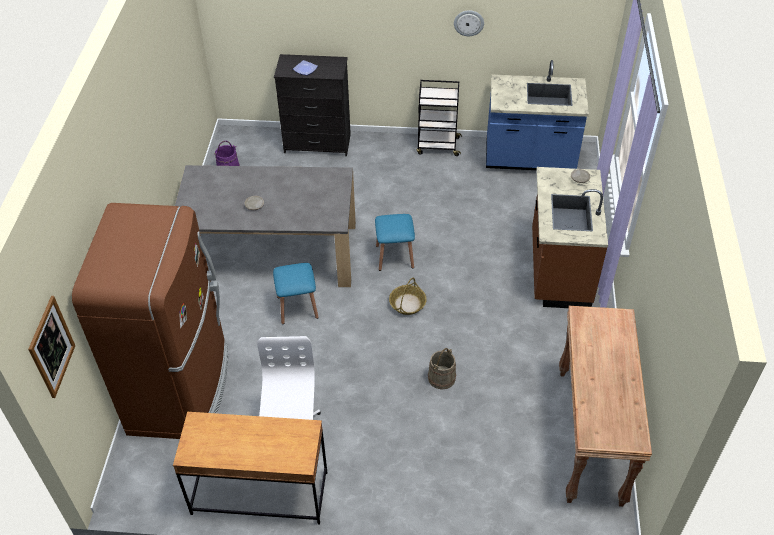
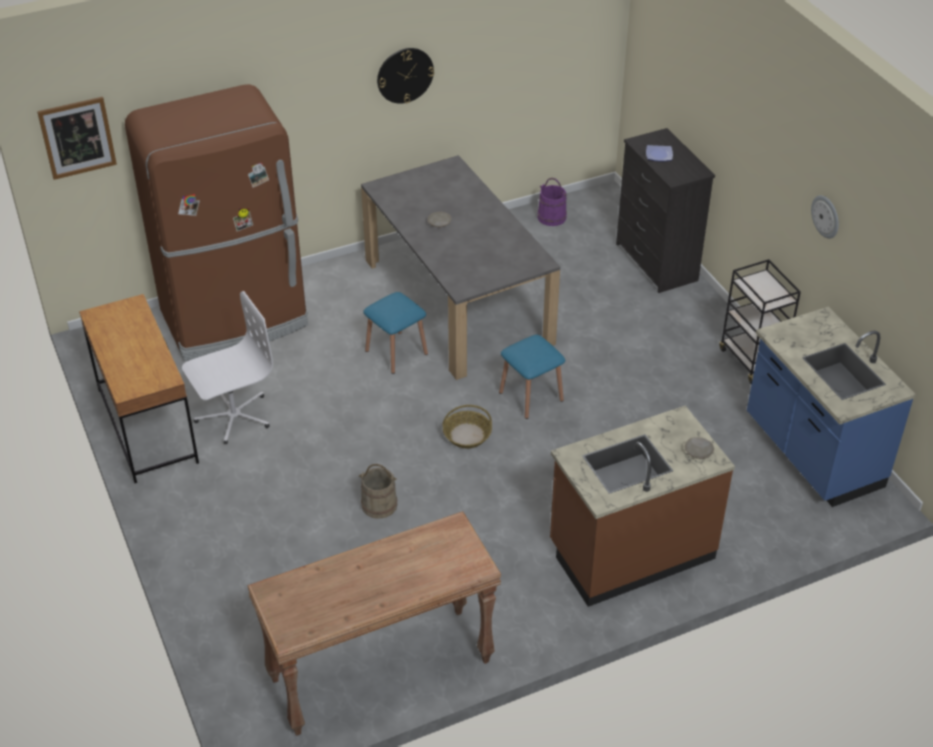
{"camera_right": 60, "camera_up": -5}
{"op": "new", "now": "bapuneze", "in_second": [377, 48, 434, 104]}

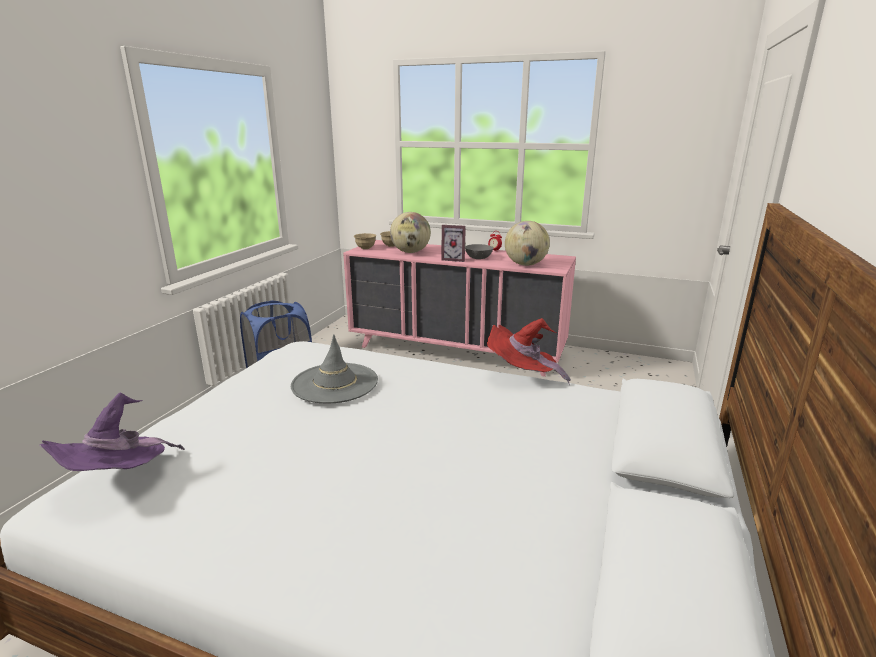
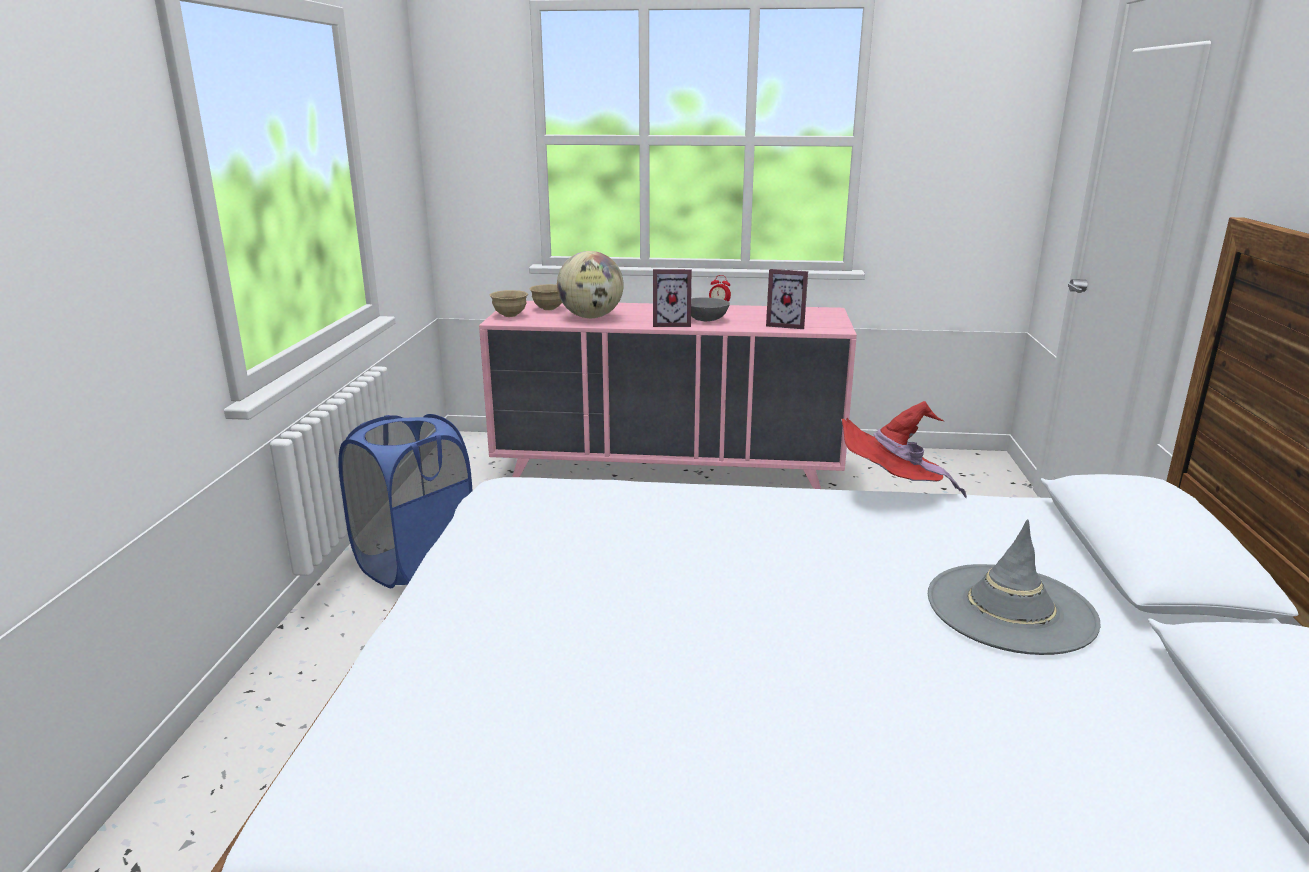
{"camera_right": -15, "camera_up": 0}
{"op": "swapped", "was": "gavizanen", "now": "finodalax", "in_first": [505, 221, 550, 266], "in_second": [766, 269, 808, 329]}
{"op": "shifted", "was": "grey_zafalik", "in_first": [291, 334, 378, 403], "in_second": [928, 519, 1100, 655]}
{"op": "gone", "was": "purple_zafalik", "in_first": [39, 393, 185, 471]}

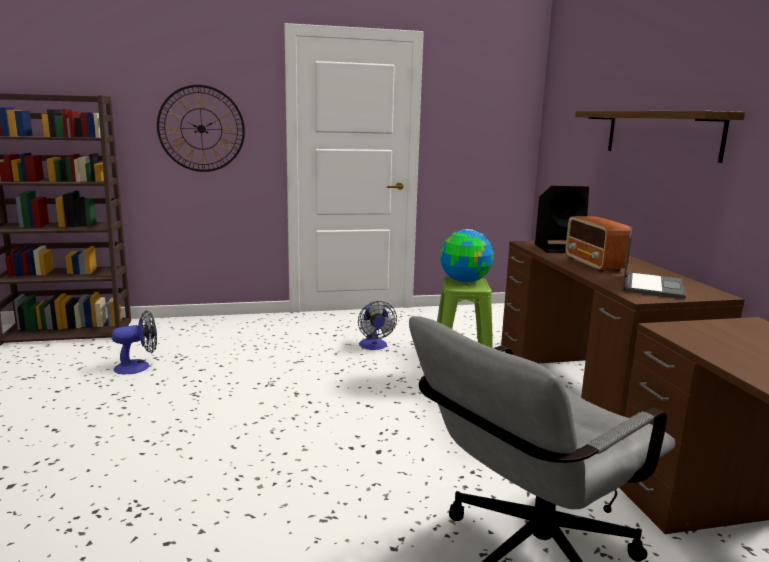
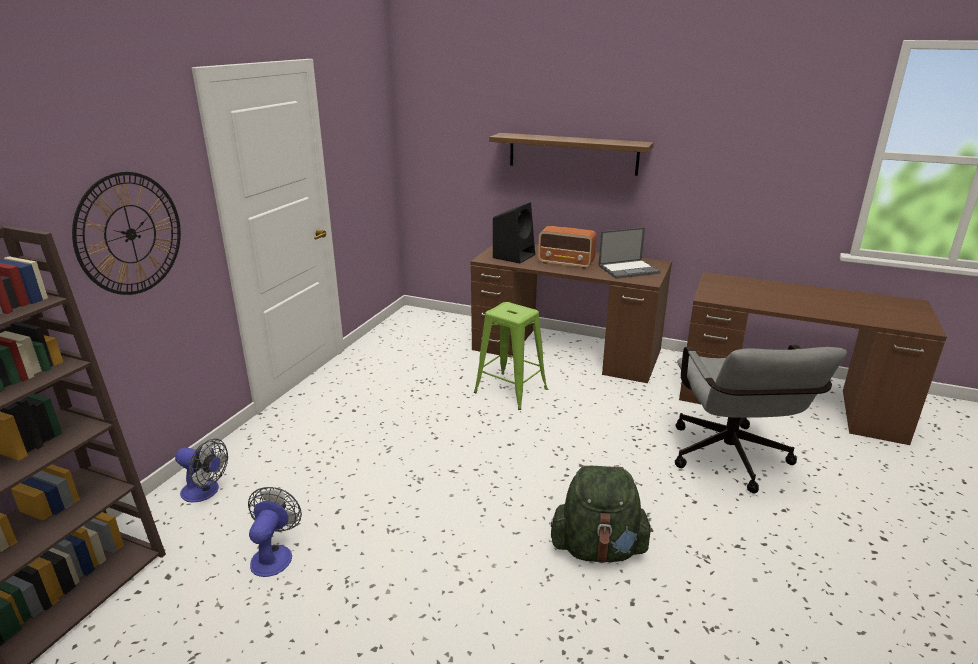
{"camera_right": -55, "camera_up": 10}
{"op": "rotated", "was": "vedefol", "in_first": [622, 226, 686, 299], "in_second": [598, 227, 661, 279], "clockwise": 105}
{"op": "gone", "was": "gavizanen", "in_first": [440, 229, 494, 283]}
{"op": "shifted", "was": "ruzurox", "in_first": [358, 301, 397, 350], "in_second": [175, 438, 228, 502]}
{"op": "new", "now": "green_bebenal", "in_second": [551, 466, 653, 563]}

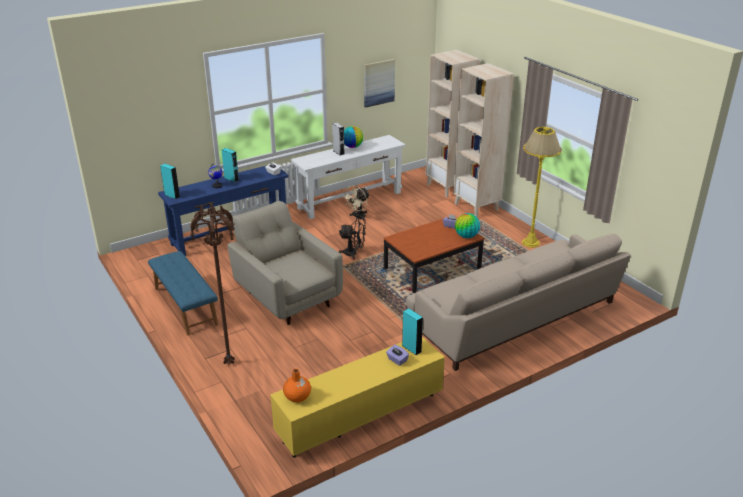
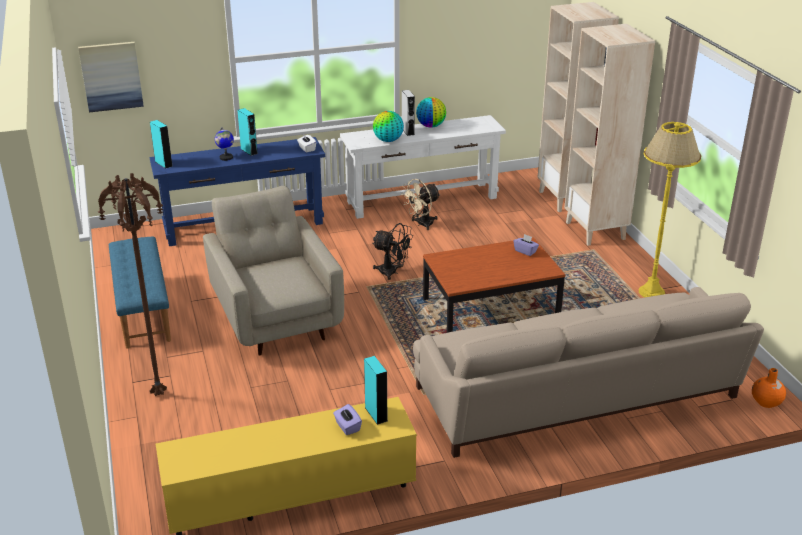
{"camera_right": 15, "camera_up": 0}
{"op": "shifted", "was": "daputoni", "in_first": [364, 59, 395, 107], "in_second": [78, 42, 144, 112]}
{"op": "shifted", "was": "gavizanen", "in_first": [455, 213, 480, 238], "in_second": [373, 111, 404, 142]}
{"op": "shifted", "was": "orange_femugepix", "in_first": [283, 369, 311, 403], "in_second": [752, 368, 786, 408]}

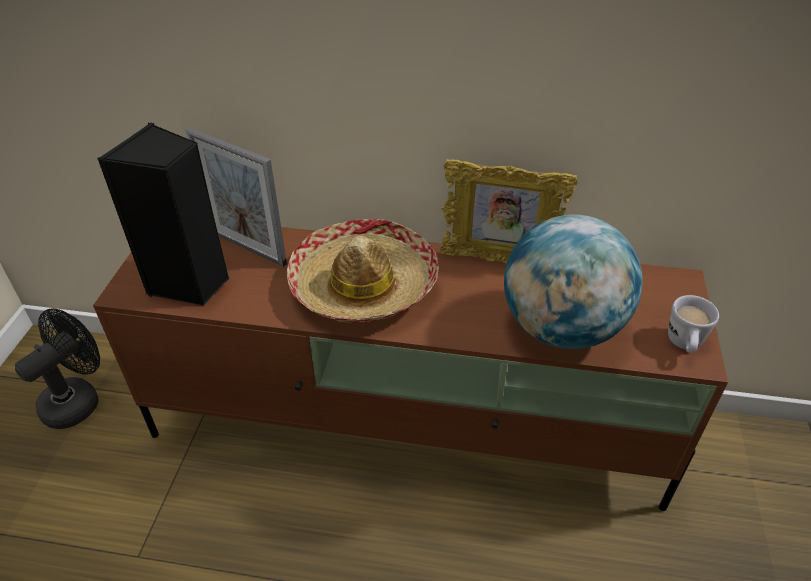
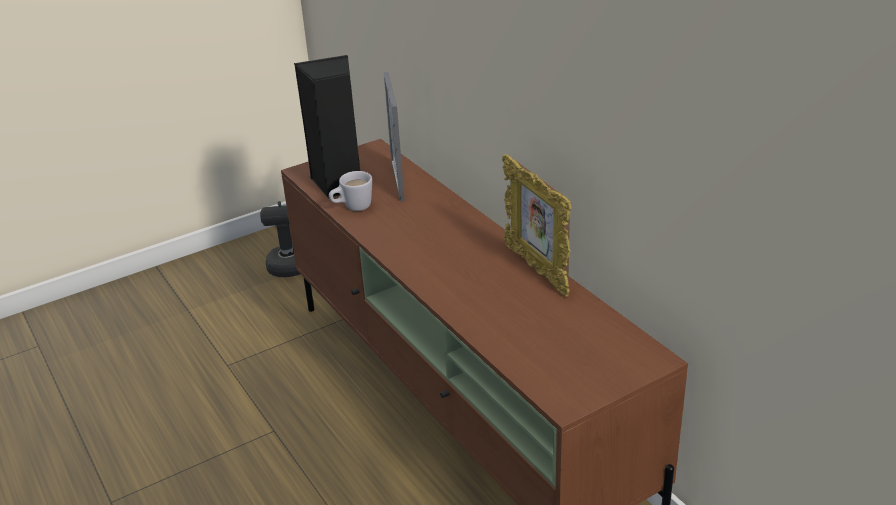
{"camera_right": 50, "camera_up": -10}
{"op": "gone", "was": "gavizanen", "in_first": [504, 214, 643, 349]}
{"op": "gone", "was": "zafalik", "in_first": [287, 219, 439, 323]}
{"op": "shifted", "was": "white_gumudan", "in_first": [668, 295, 719, 353], "in_second": [329, 171, 372, 211]}

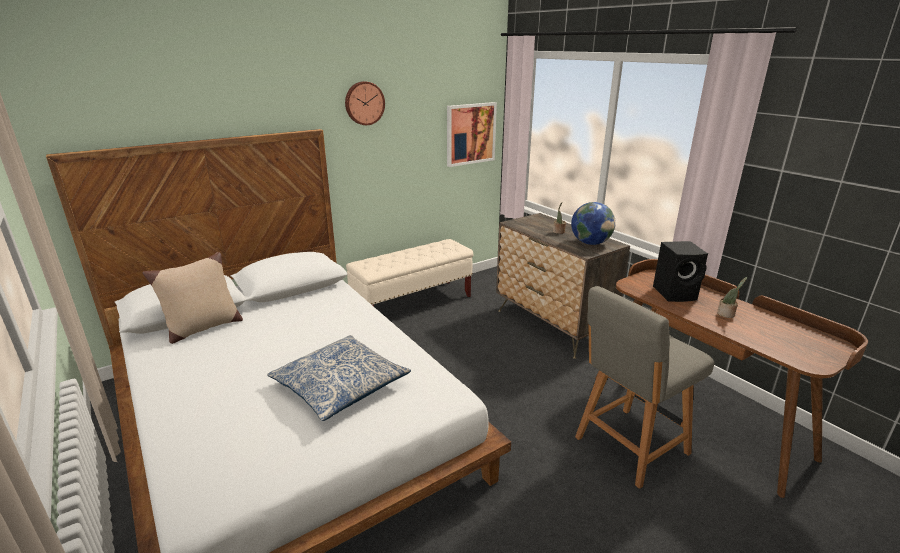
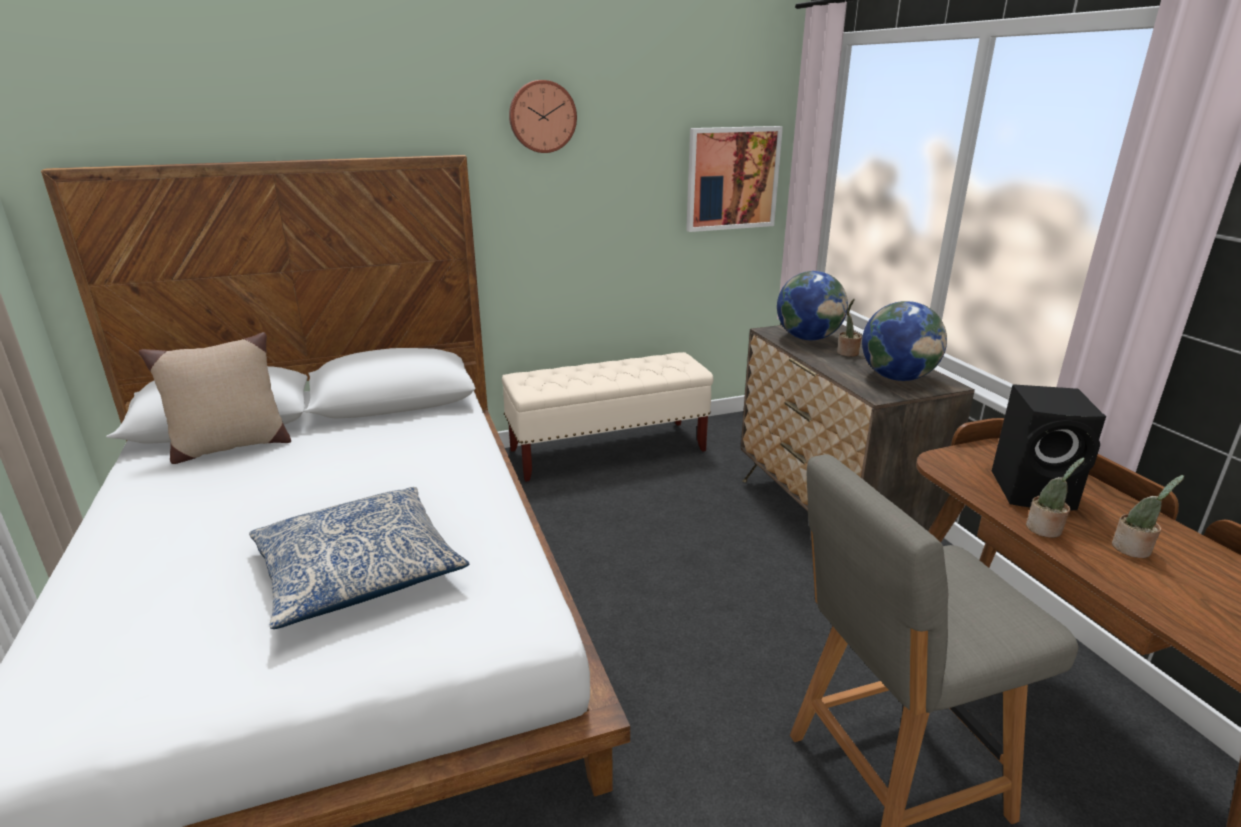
{"camera_right": 15, "camera_up": 0}
{"op": "new", "now": "gavizanen", "in_second": [777, 271, 848, 340]}
{"op": "new", "now": "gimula", "in_second": [1026, 457, 1085, 538]}

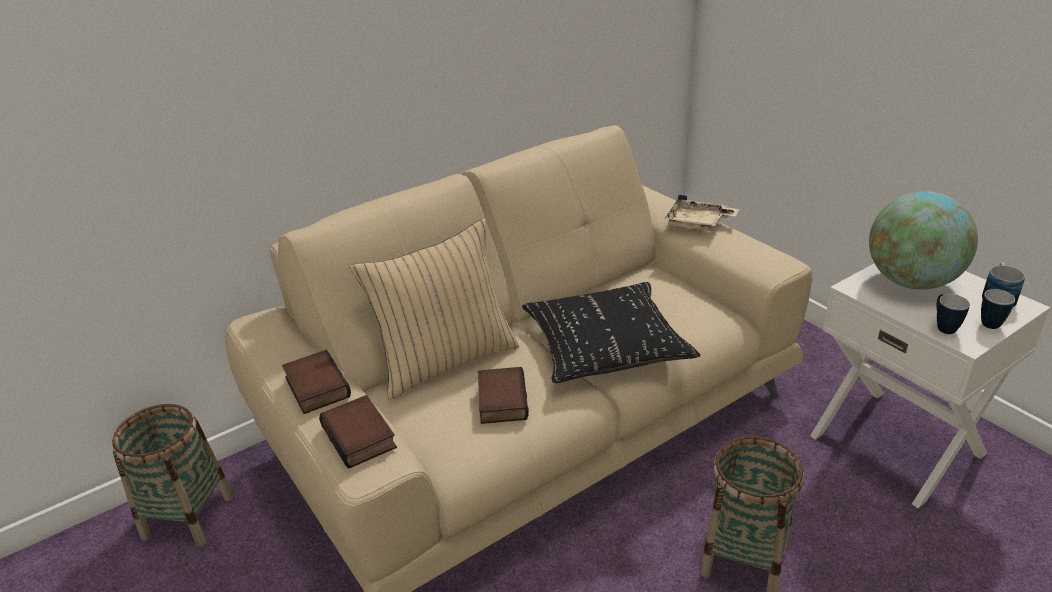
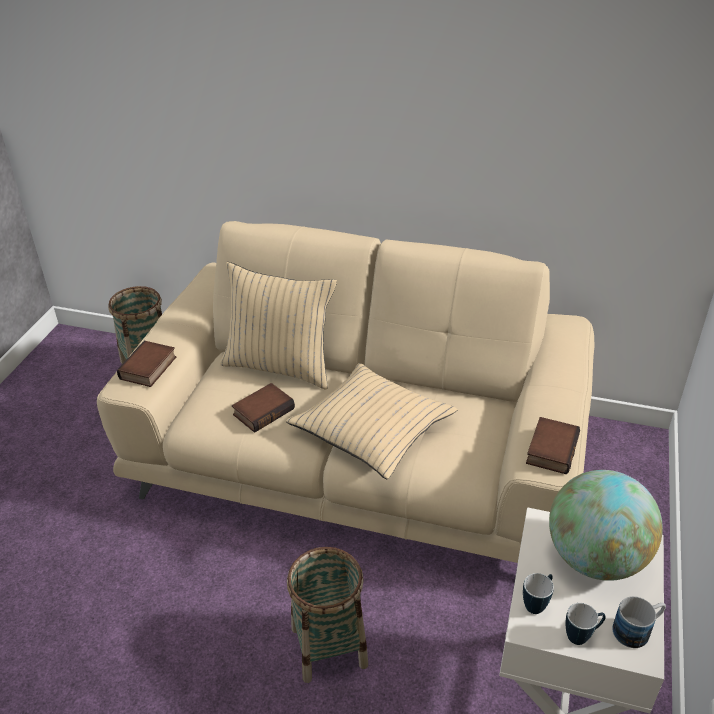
{"camera_right": 50, "camera_up": 5}
{"op": "gone", "was": "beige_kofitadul", "in_first": [664, 195, 739, 231]}
{"op": "repainted", "was": "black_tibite", "now": "beige_tibite", "in_first": [522, 282, 701, 383], "in_second": [286, 363, 457, 479]}
{"op": "shifted", "was": "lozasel", "in_first": [282, 349, 351, 414], "in_second": [526, 417, 580, 474]}

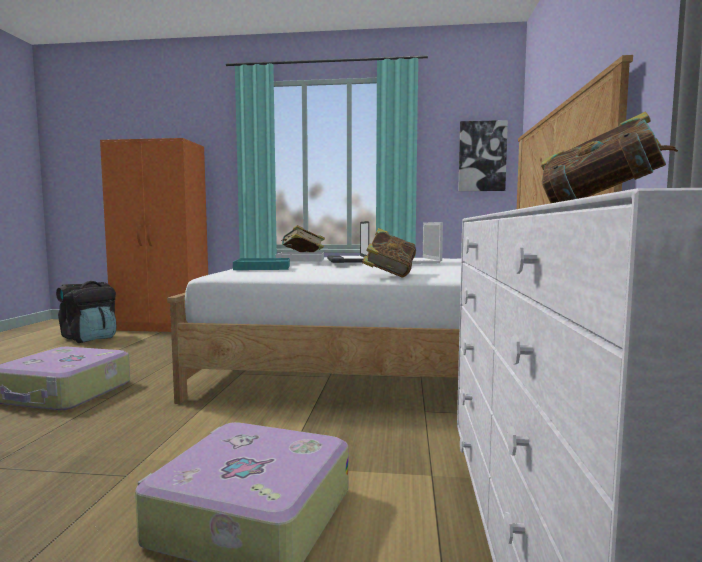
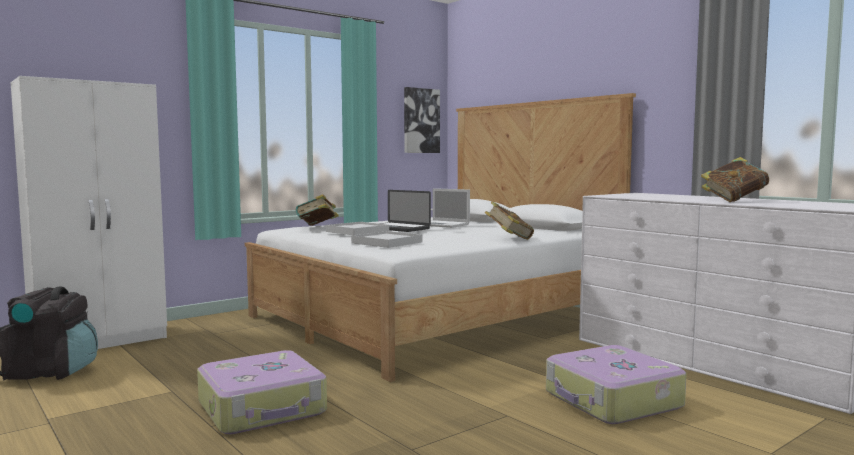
{"camera_right": -45, "camera_up": 0}
{"op": "repainted", "was": "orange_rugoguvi", "now": "white_rugoguvi", "in_first": [100, 138, 208, 332], "in_second": [11, 76, 167, 349]}
{"op": "repainted", "was": "turquoise_kofitadul", "now": "white_kofitadul", "in_first": [233, 258, 290, 270], "in_second": [351, 231, 423, 248]}

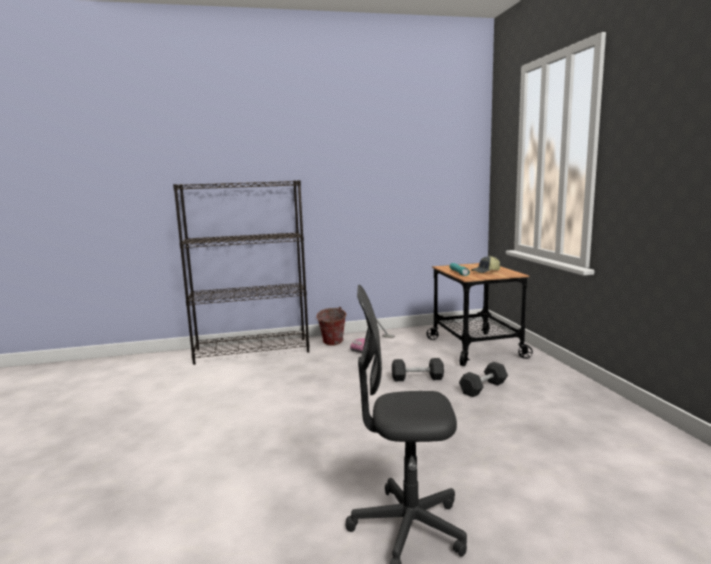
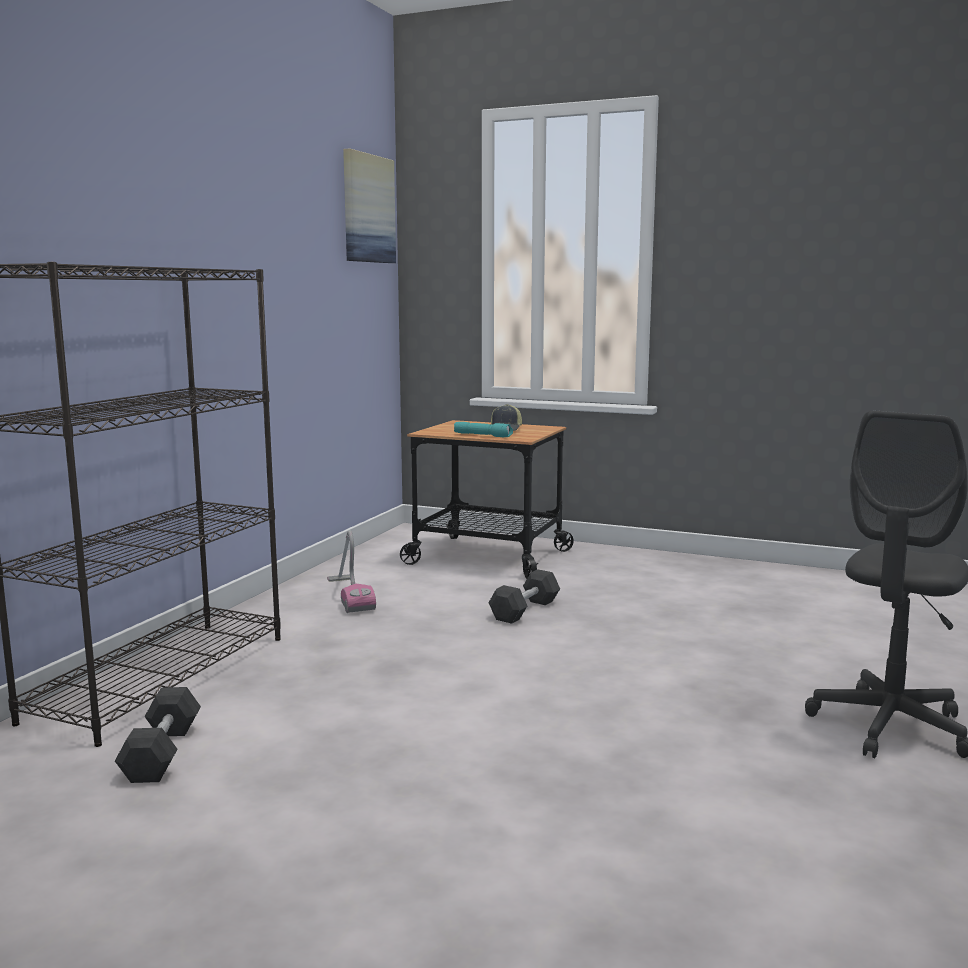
{"camera_right": -55, "camera_up": 0}
{"op": "gone", "was": "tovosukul", "in_first": [315, 307, 346, 346]}
{"op": "shifted", "was": "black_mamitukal", "in_first": [459, 362, 508, 397], "in_second": [115, 687, 201, 783]}
{"op": "new", "now": "daputoni", "in_second": [343, 149, 396, 263]}

